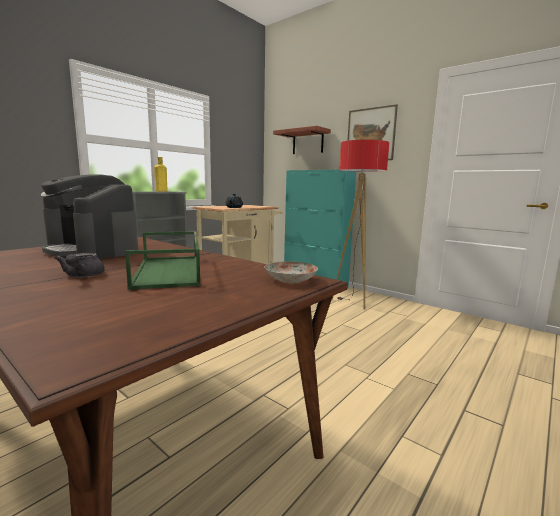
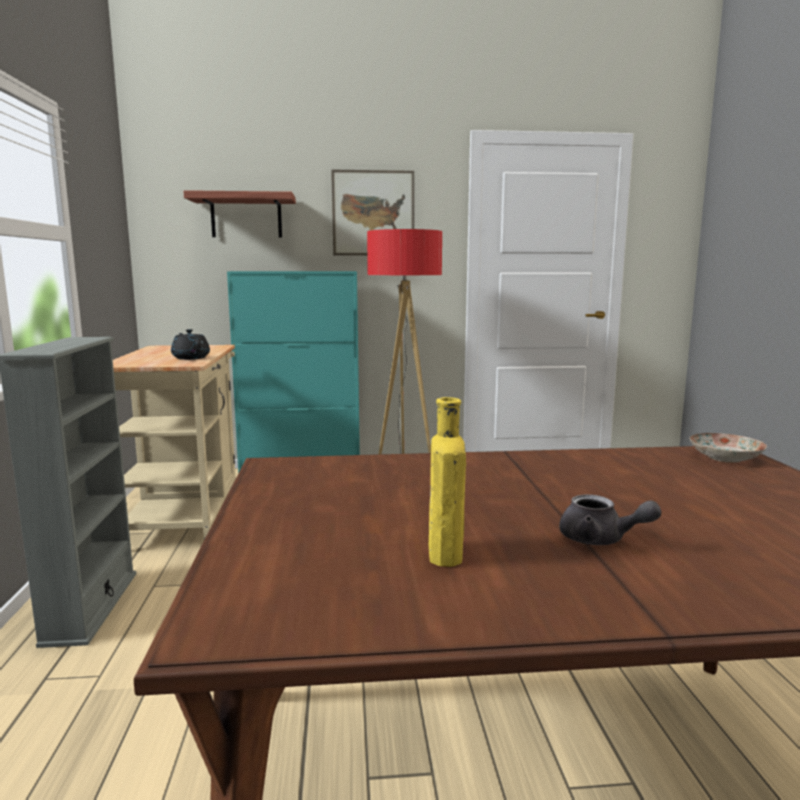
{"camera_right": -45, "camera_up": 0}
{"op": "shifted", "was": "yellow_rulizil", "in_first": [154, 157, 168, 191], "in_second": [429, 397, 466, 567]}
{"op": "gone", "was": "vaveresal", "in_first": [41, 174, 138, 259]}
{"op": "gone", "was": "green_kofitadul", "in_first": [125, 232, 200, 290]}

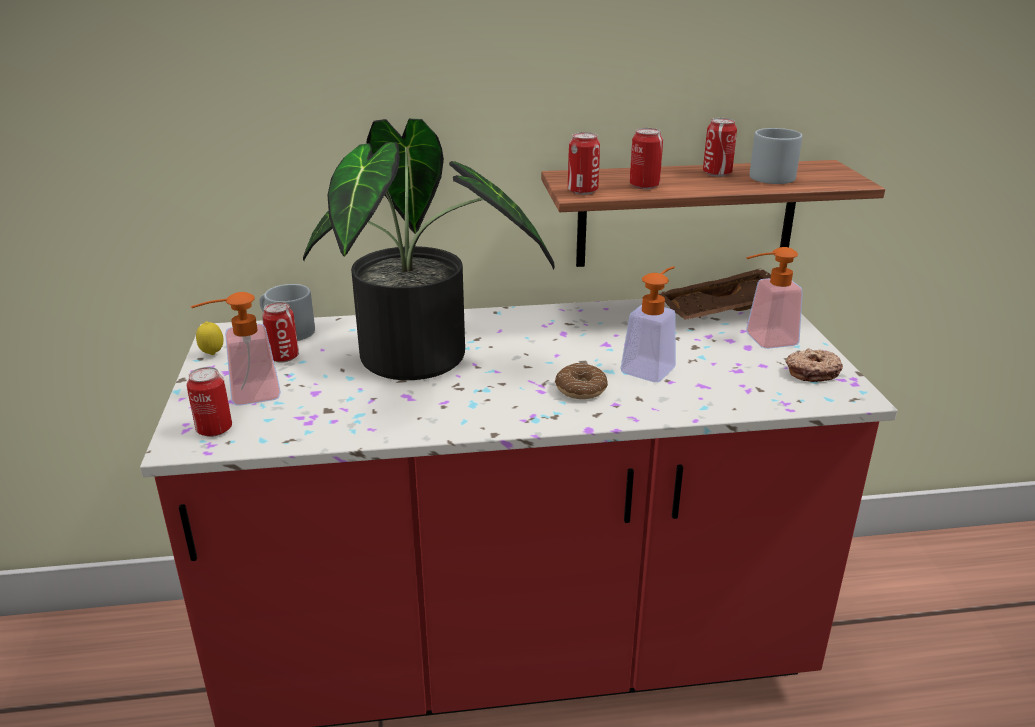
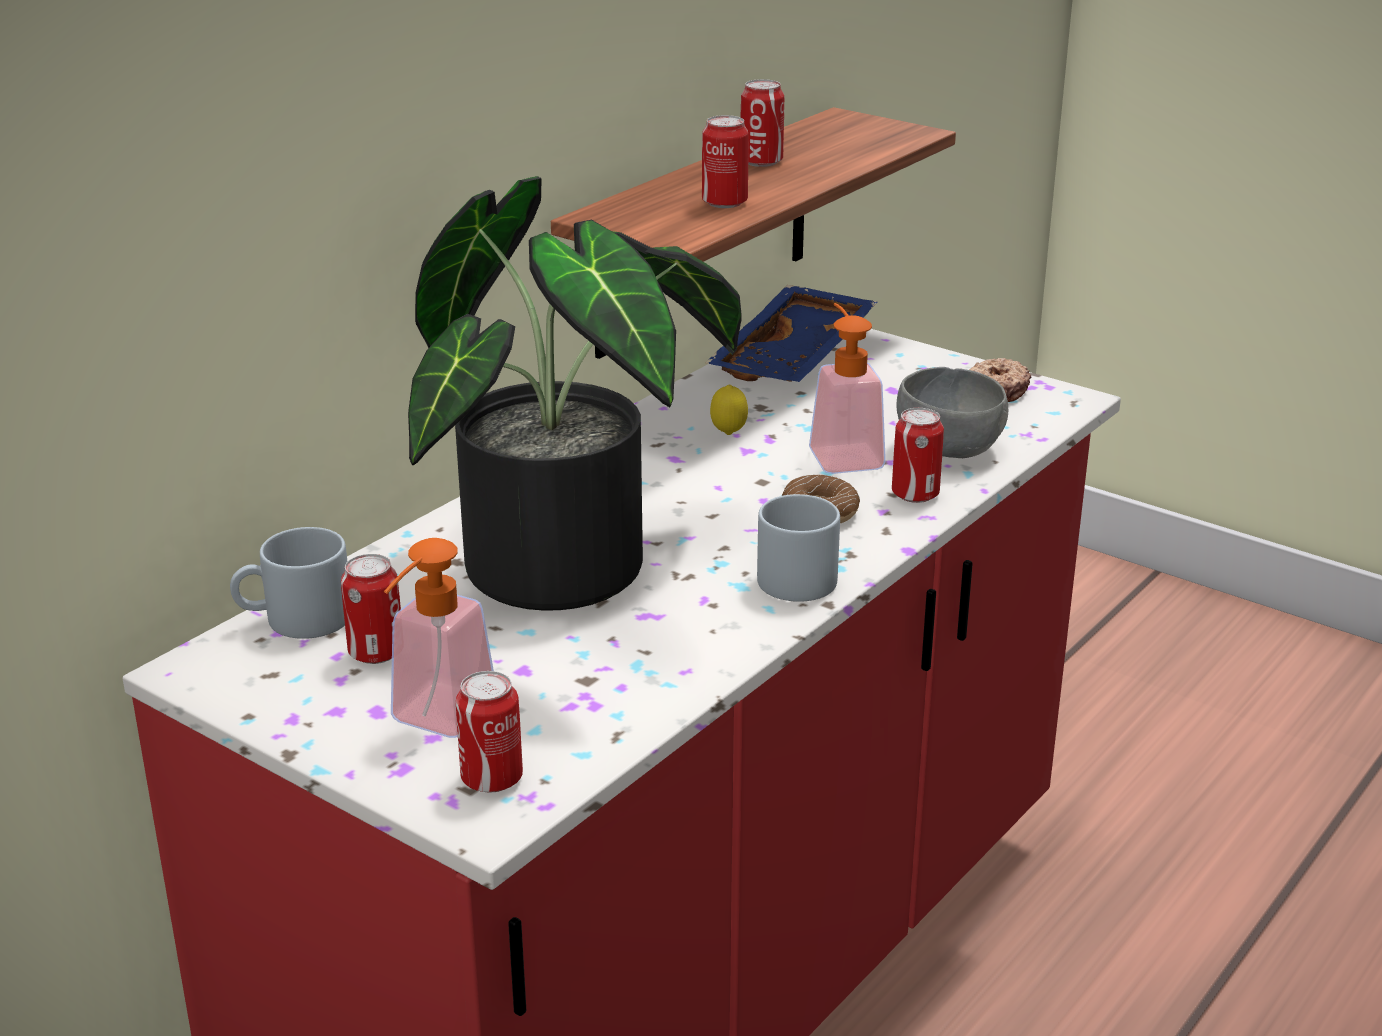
{"camera_right": -45, "camera_up": 0}
{"op": "shifted", "was": "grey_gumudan", "in_first": [749, 128, 802, 184], "in_second": [757, 494, 840, 602]}
{"op": "shifted", "was": "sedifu", "in_first": [568, 132, 600, 195], "in_second": [892, 408, 944, 503]}
{"op": "gone", "was": "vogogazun", "in_first": [746, 247, 803, 349]}
{"op": "repainted", "was": "brown_kofitadul", "now": "blue_kofitadul", "in_first": [658, 268, 771, 320], "in_second": [706, 285, 877, 382]}
{"op": "shifted", "was": "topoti", "in_first": [196, 321, 223, 355], "in_second": [710, 385, 748, 435]}
{"op": "new", "now": "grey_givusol", "in_second": [896, 367, 1008, 458]}

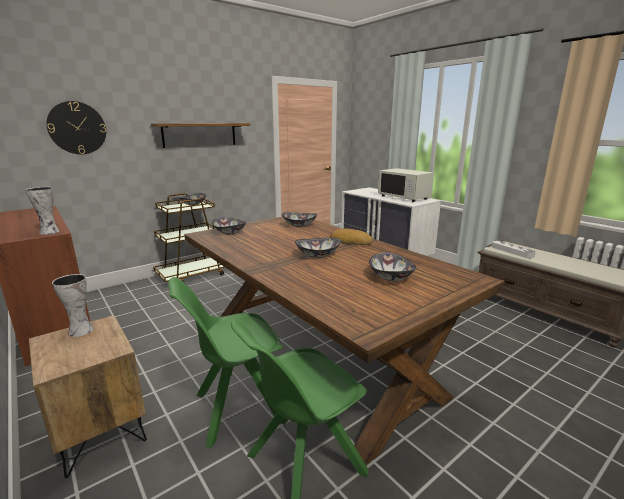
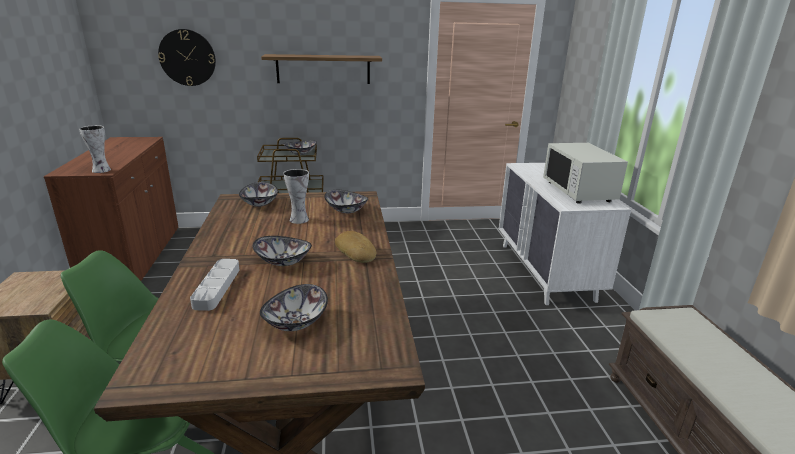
{"camera_right": 30, "camera_up": 5}
{"op": "shifted", "was": "grey_kofitadul", "in_first": [492, 241, 536, 259], "in_second": [190, 259, 239, 311]}
{"op": "shifted", "was": "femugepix", "in_first": [52, 274, 94, 337], "in_second": [283, 169, 309, 224]}

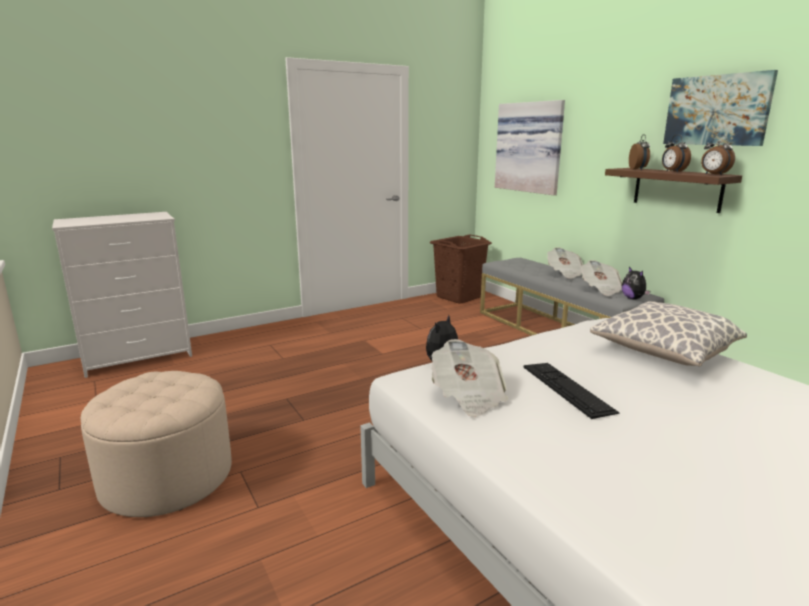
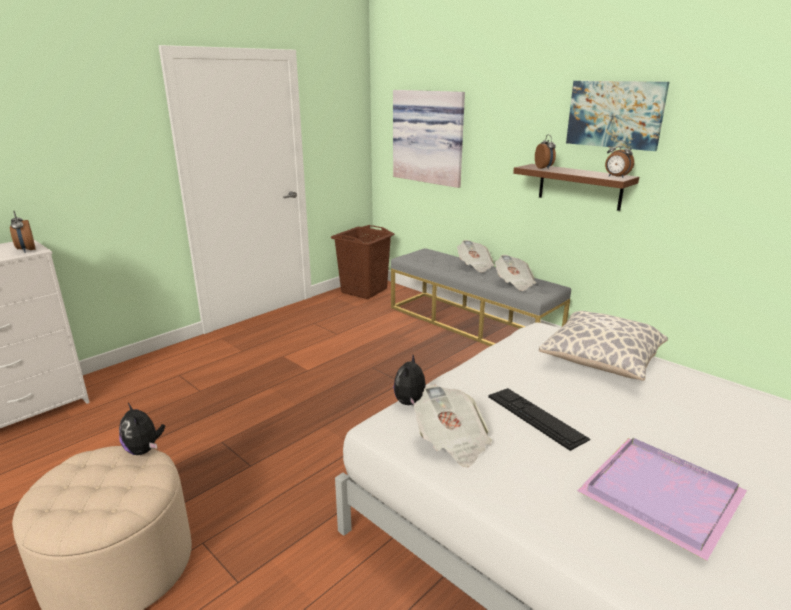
{"camera_right": -15, "camera_up": 5}
{"op": "shifted", "was": "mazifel", "in_first": [662, 135, 691, 172], "in_second": [10, 211, 35, 252]}
{"op": "shifted", "was": "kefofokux", "in_first": [622, 267, 650, 300], "in_second": [119, 403, 165, 455]}
{"op": "new", "now": "purple_kofitadul", "in_second": [577, 438, 747, 561]}

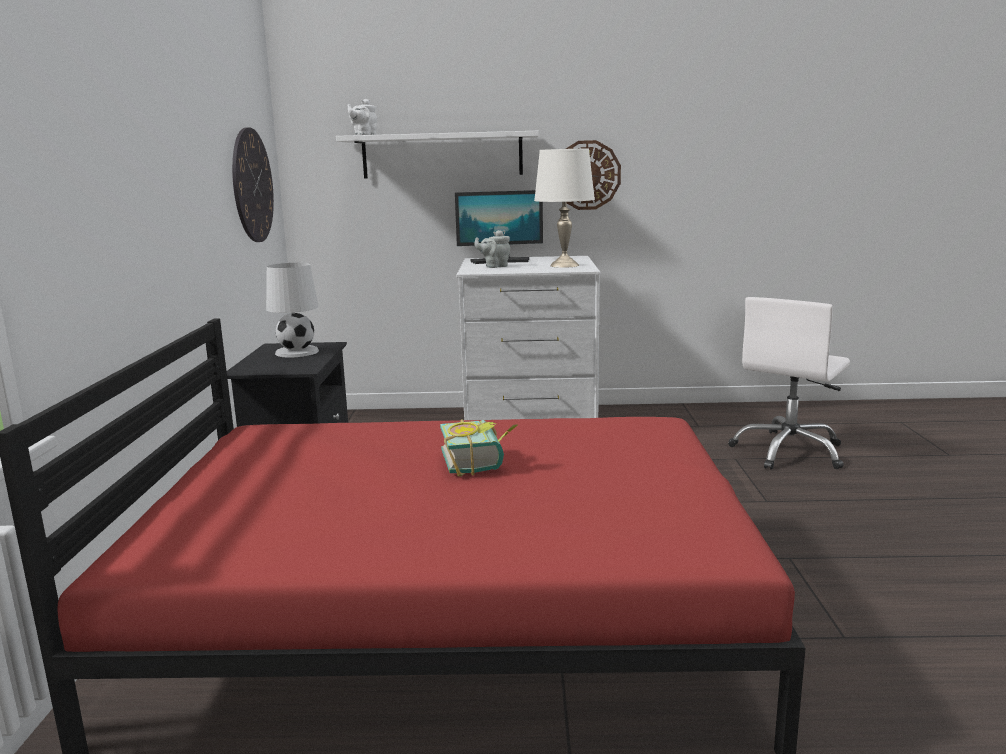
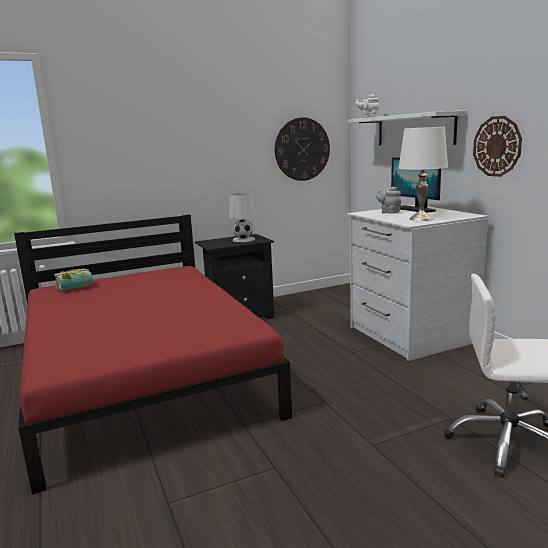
{"camera_right": 65, "camera_up": 0}
{"op": "shifted", "was": "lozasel", "in_first": [440, 419, 518, 477], "in_second": [54, 268, 93, 291]}

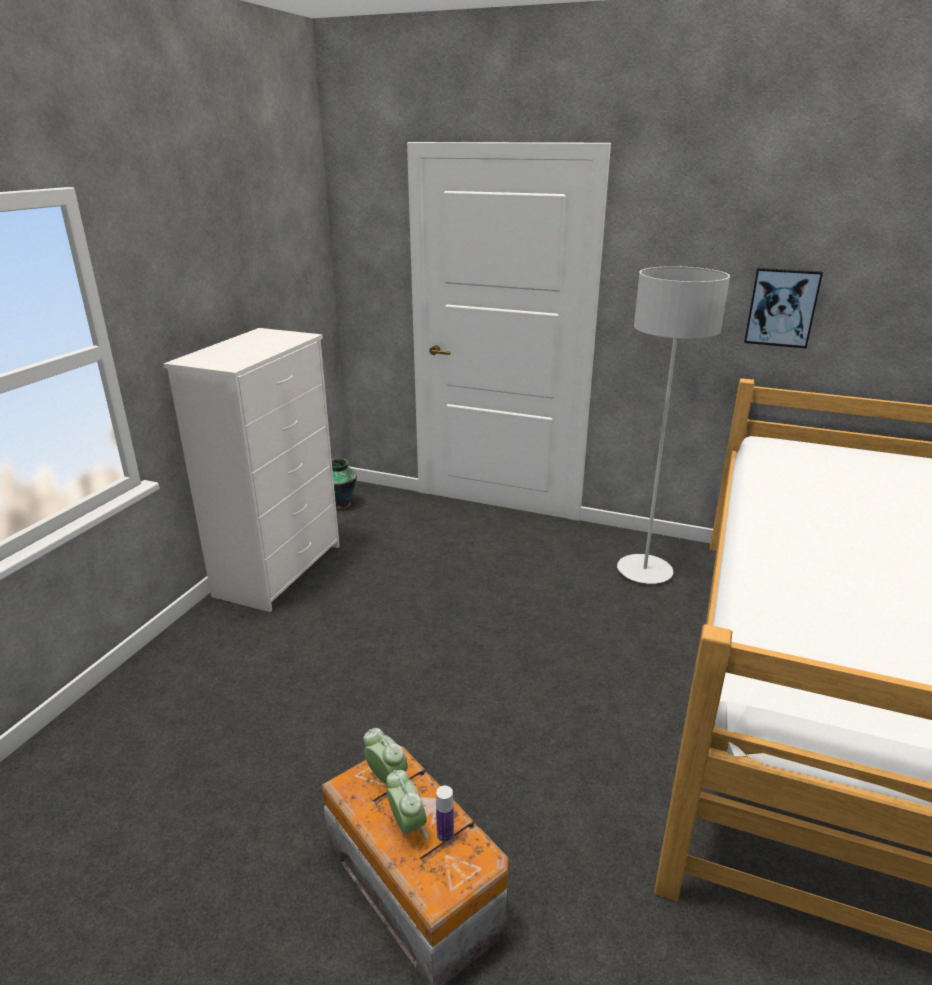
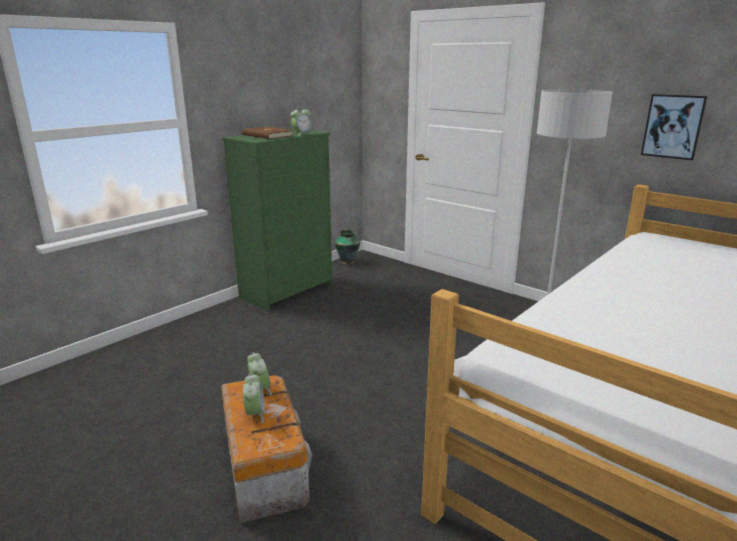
{"camera_right": 20, "camera_up": -5}
{"op": "repainted", "was": "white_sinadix", "now": "green_sinadix", "in_first": [164, 328, 340, 612], "in_second": [222, 129, 332, 311]}
{"op": "gone", "was": "rulizil", "in_first": [436, 785, 454, 842]}
{"op": "new", "now": "mazifel", "in_second": [291, 106, 312, 136]}
{"op": "new", "now": "brown_lozasel", "in_second": [242, 126, 293, 139]}

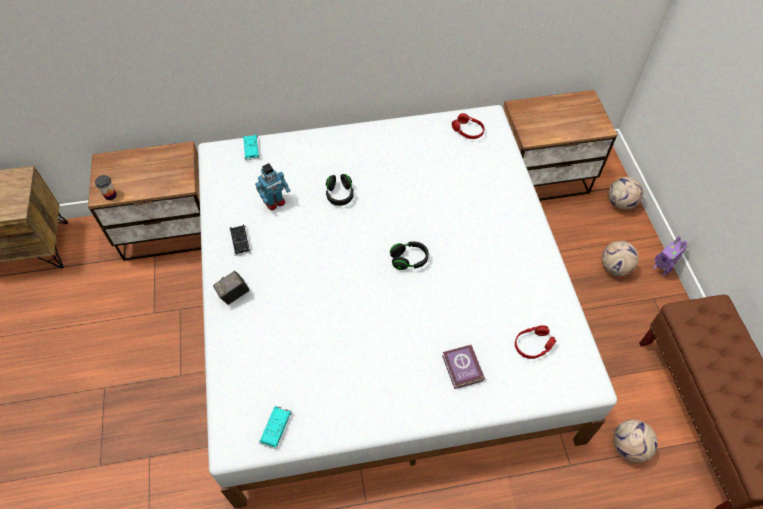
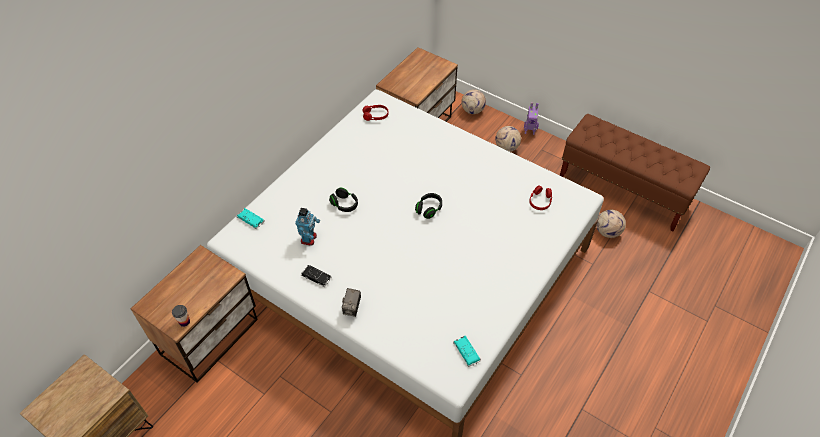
{"camera_right": -45, "camera_up": -5}
{"op": "gone", "was": "lozasel", "in_first": [442, 345, 485, 389]}

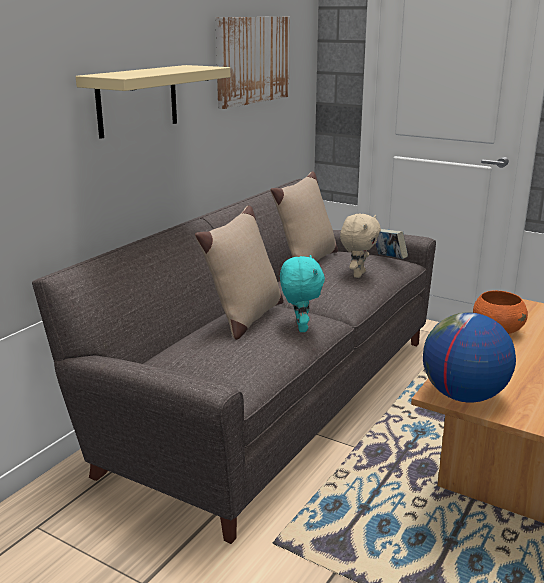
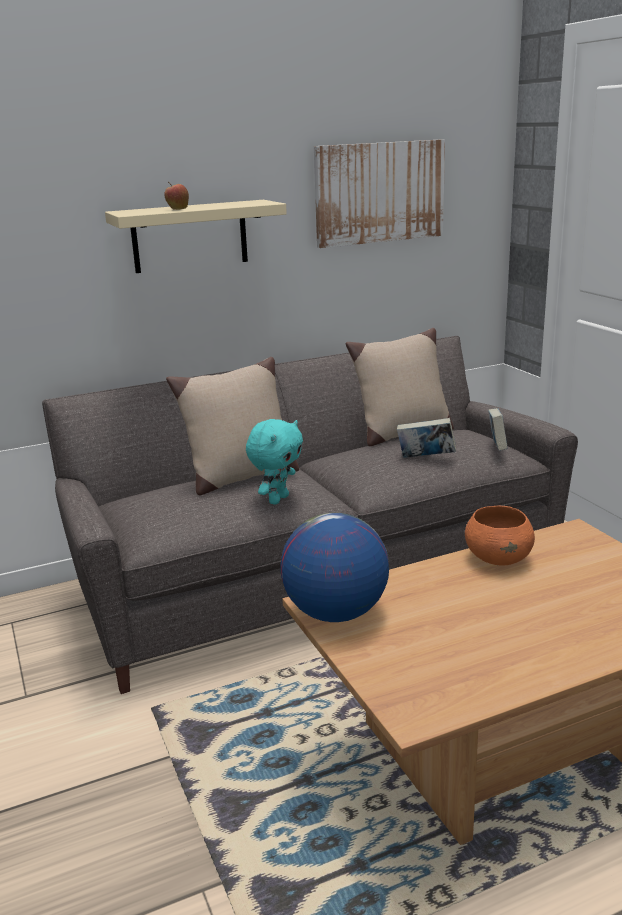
{"camera_right": 35, "camera_up": 0}
{"op": "swapped", "was": "beige_kefofokux", "now": "lozasel", "in_first": [340, 214, 381, 278], "in_second": [397, 418, 456, 458]}
{"op": "new", "now": "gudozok", "in_second": [164, 182, 189, 210]}

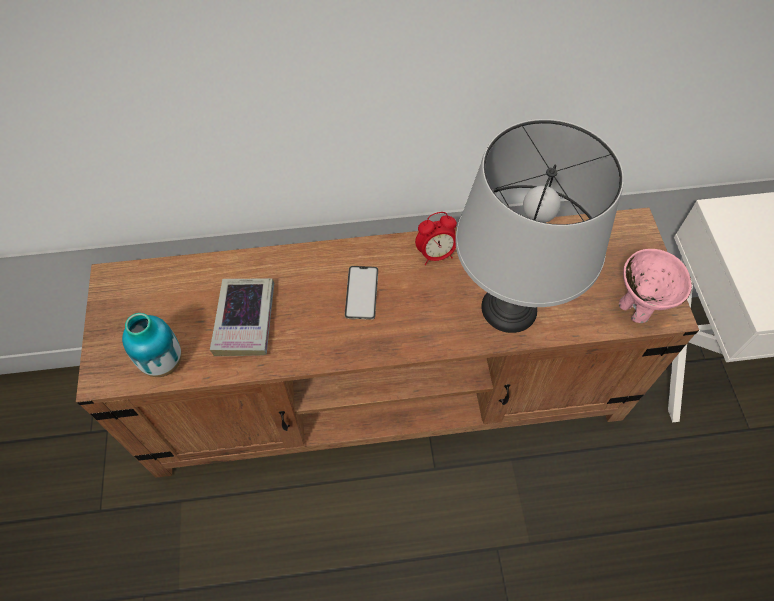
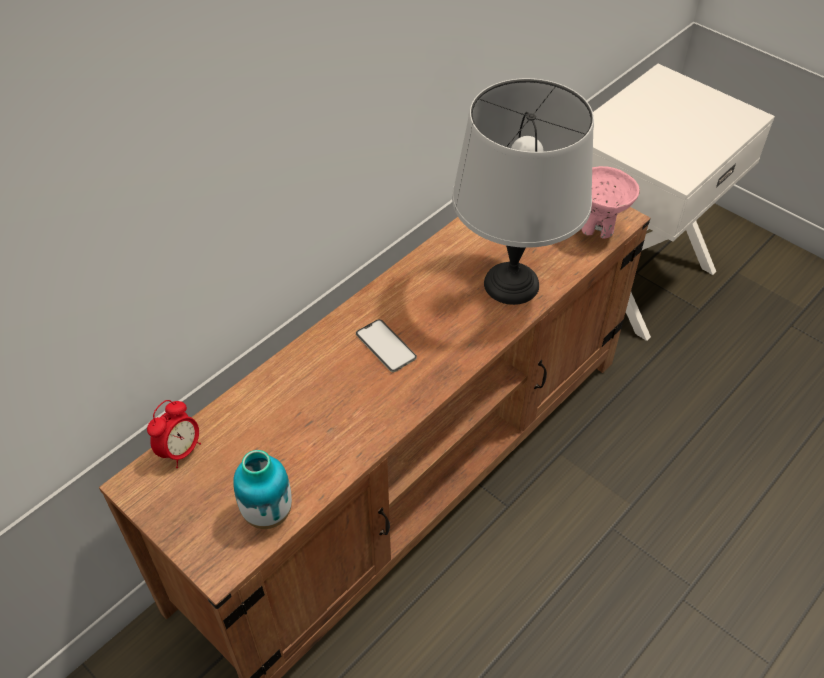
{"camera_right": -40, "camera_up": -10}
{"op": "shifted", "was": "mazifel", "in_first": [415, 212, 457, 265], "in_second": [147, 400, 201, 468]}
{"op": "gone", "was": "lozasel", "in_first": [210, 278, 274, 356]}

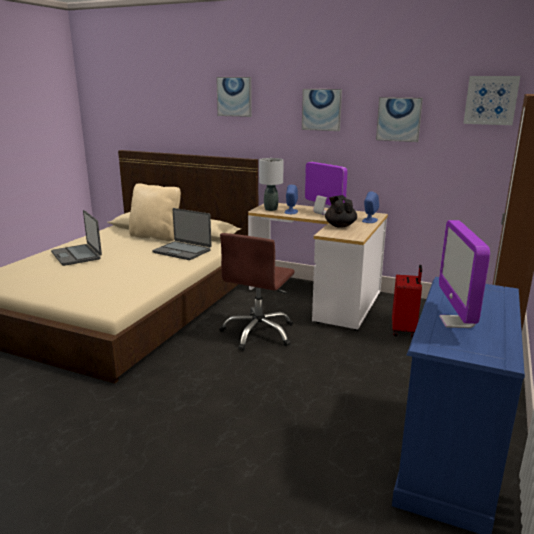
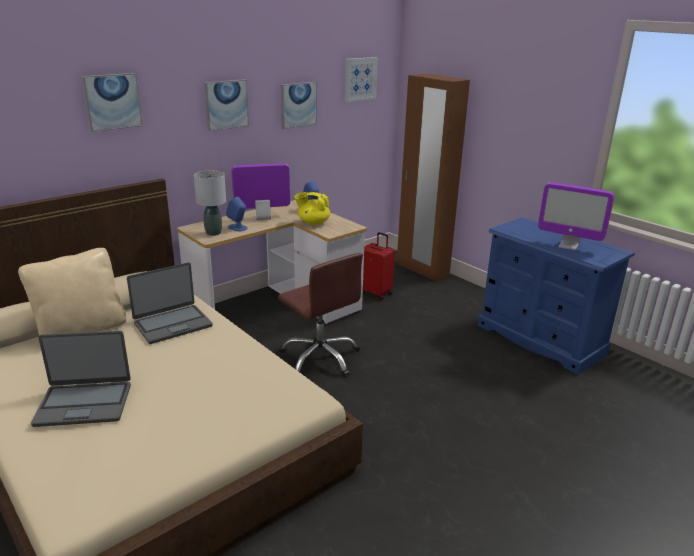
{"camera_right": -65, "camera_up": 5}
{"op": "repainted", "was": "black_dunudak", "now": "yellow_dunudak", "in_first": [325, 195, 357, 228], "in_second": [295, 192, 330, 225]}

